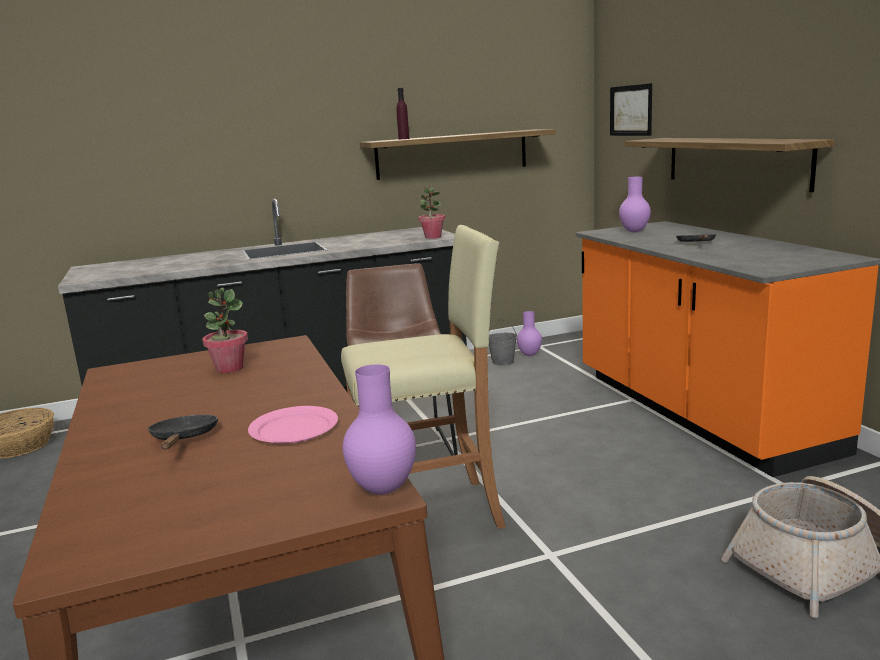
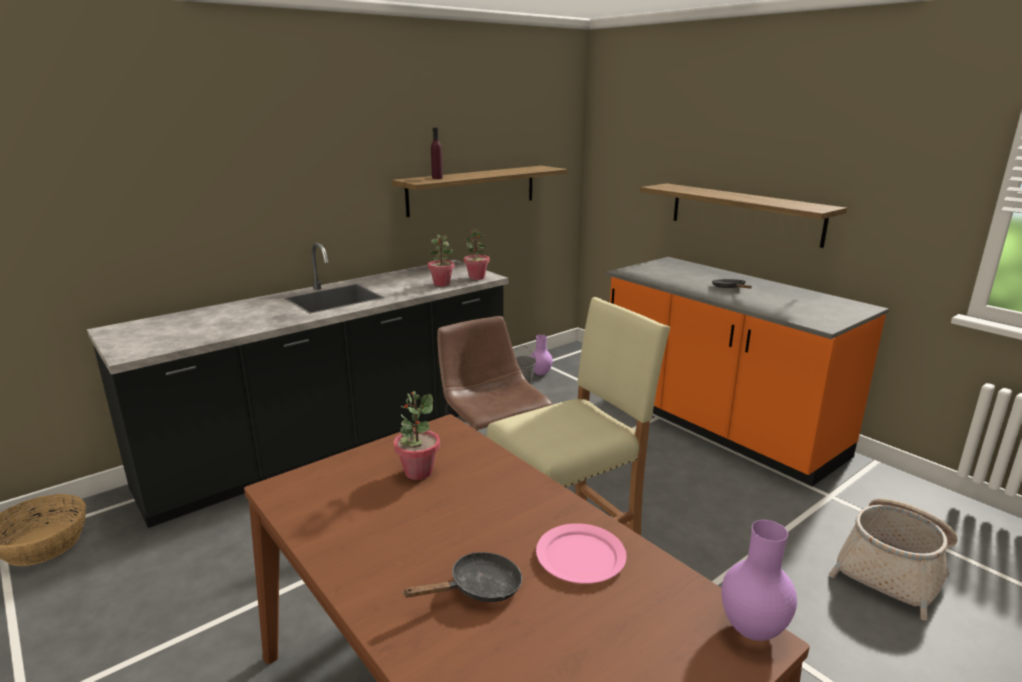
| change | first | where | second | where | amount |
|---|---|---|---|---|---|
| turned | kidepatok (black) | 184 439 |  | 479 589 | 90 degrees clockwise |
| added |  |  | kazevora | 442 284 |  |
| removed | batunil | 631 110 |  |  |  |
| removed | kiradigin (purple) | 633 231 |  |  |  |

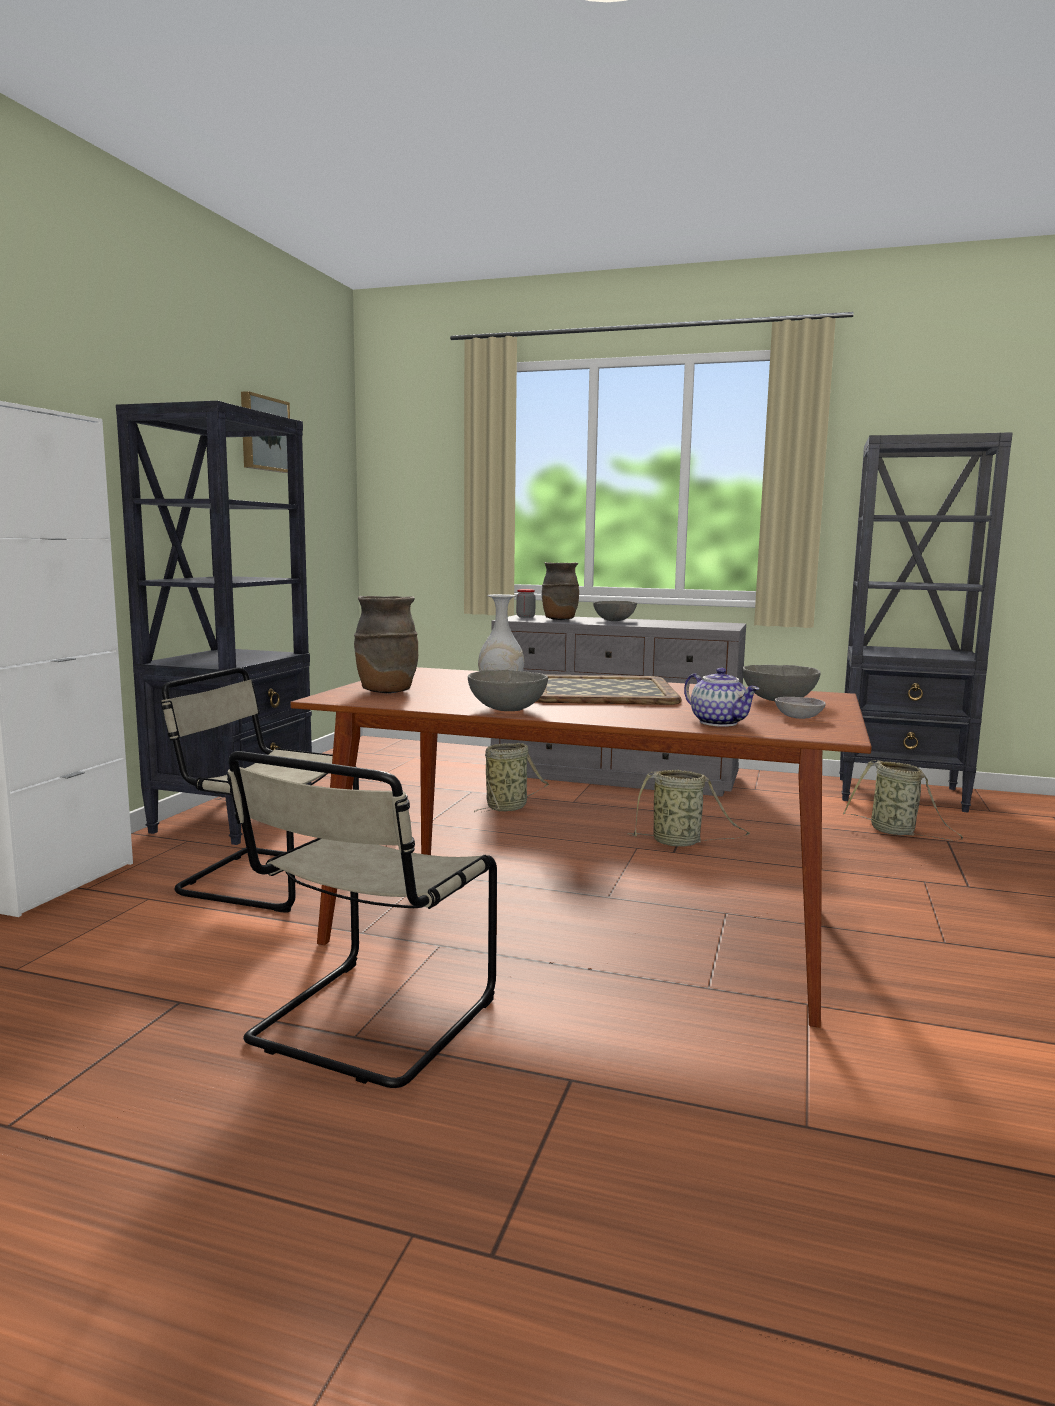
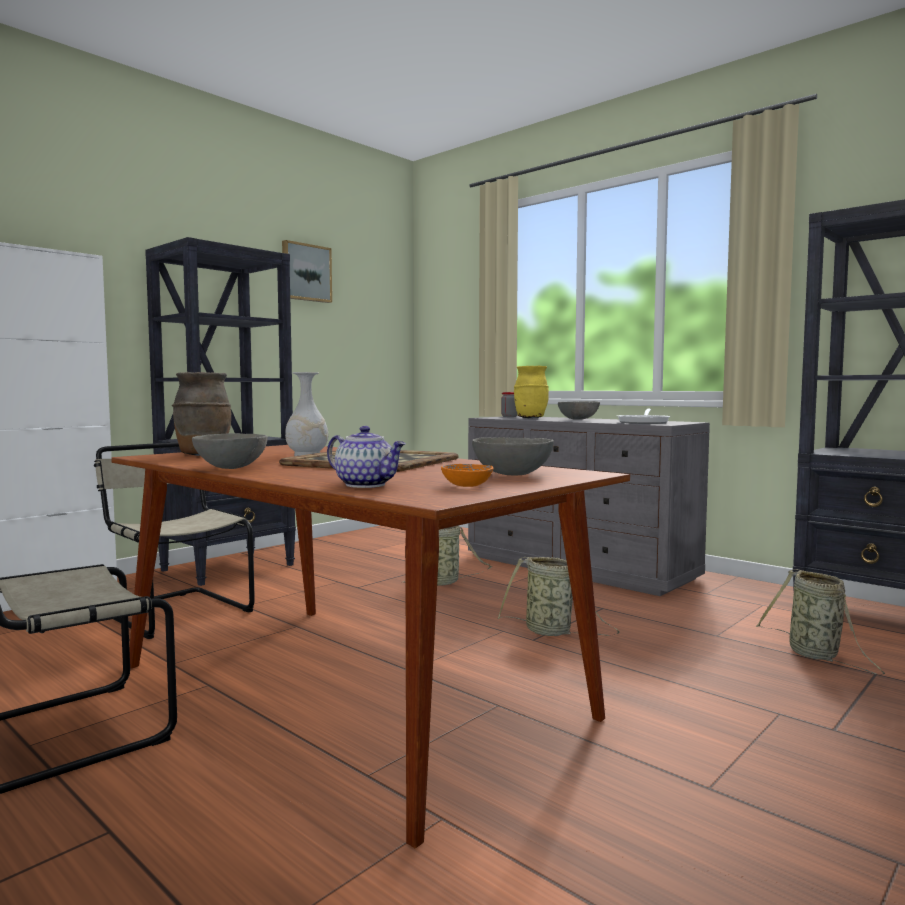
| change | first | where | second | where | amount |
|---|---|---|---|---|---|
| turned | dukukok | 720 722 |  | 367 485 | 45 degrees counterclockwise |
| recoloured | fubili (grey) | 798 717 | fubili (orange) | 467 486 |  |
| recoloured | kiradigin (brown) | 559 619 | kiradigin (yellow) | 530 418 |  |
| added |  |  | kidepatok | 644 422 |  |

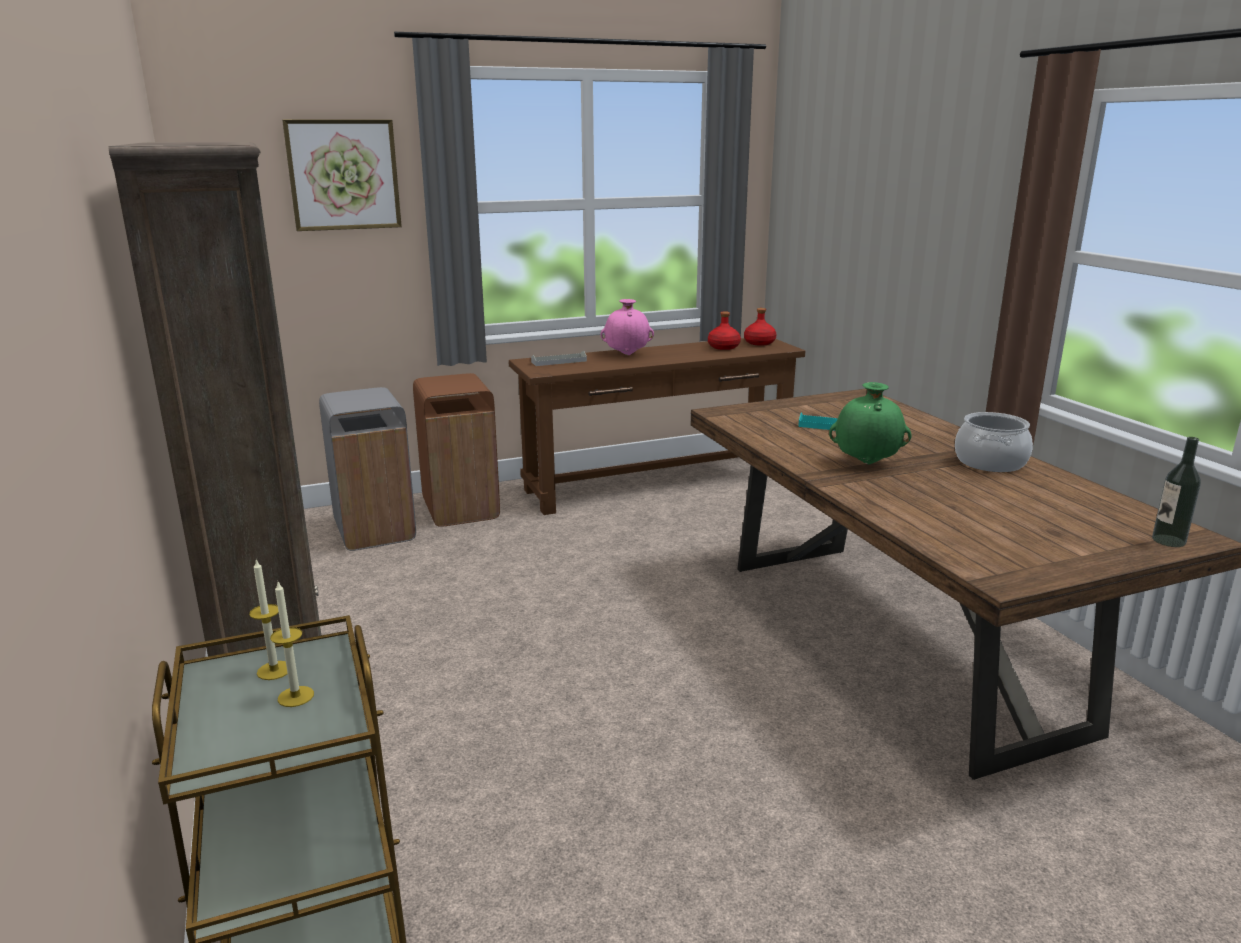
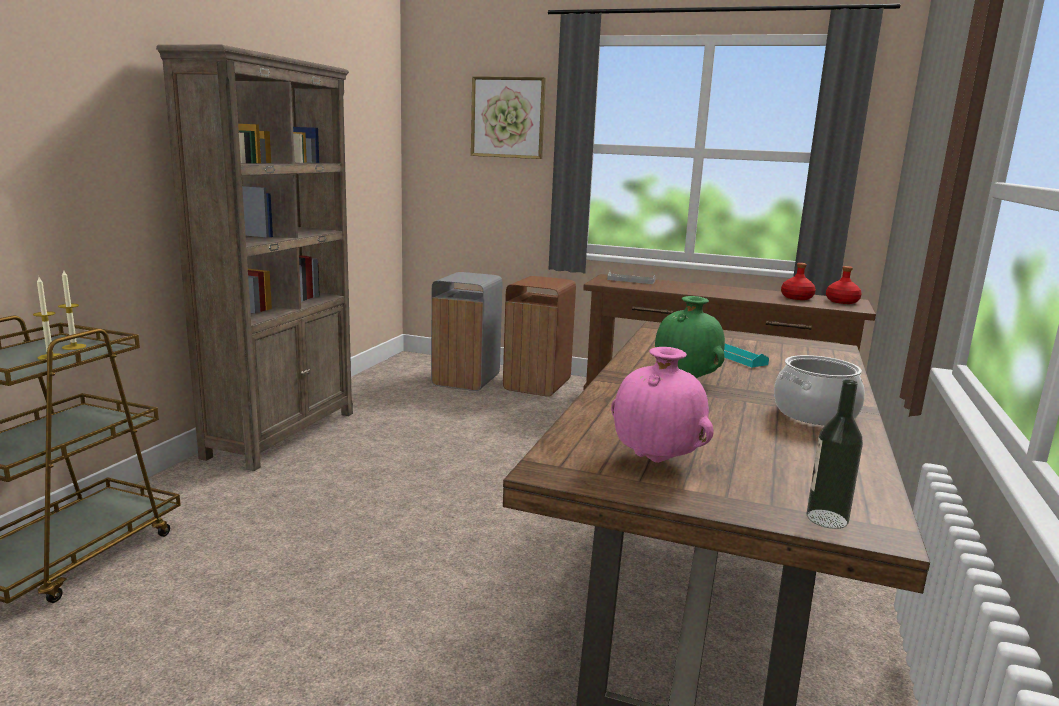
| change | first | where | second | where | amount |
|---|---|---|---|---|---|
| moved | kiradigin (pink) | 627 354 |  | 656 460 |  |

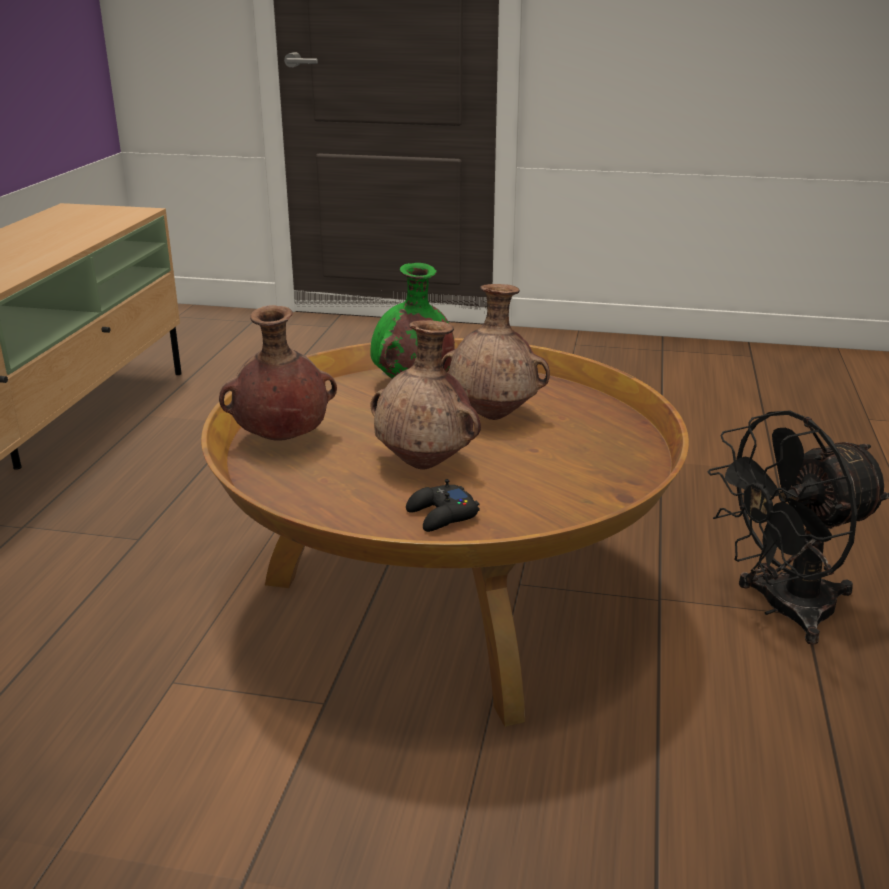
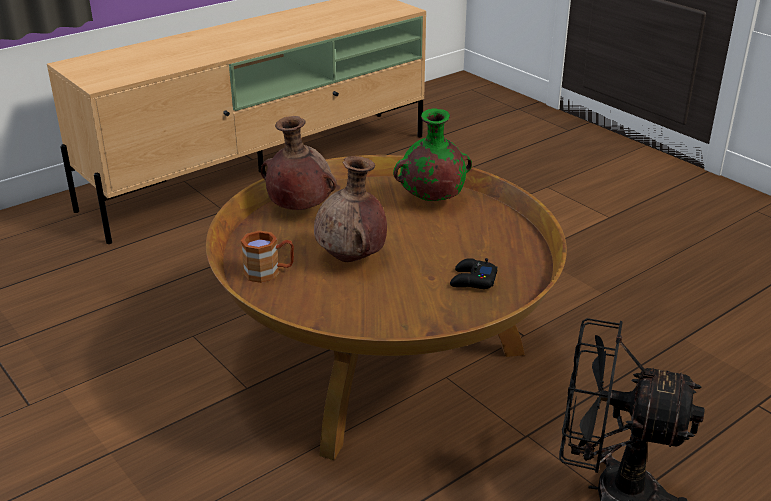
| change | first | where | second | where | amount |
|---|---|---|---|---|---|
| added |  |  | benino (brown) | 269 272 |  |
| moved | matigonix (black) | 442 515 |  | 472 280 |  |
| removed | kiradigin (brown) | 494 415 |  |  |  |

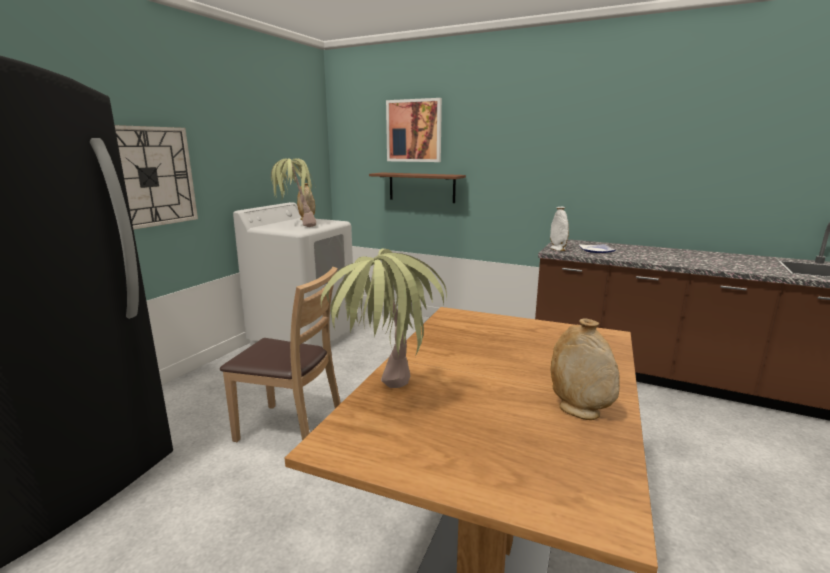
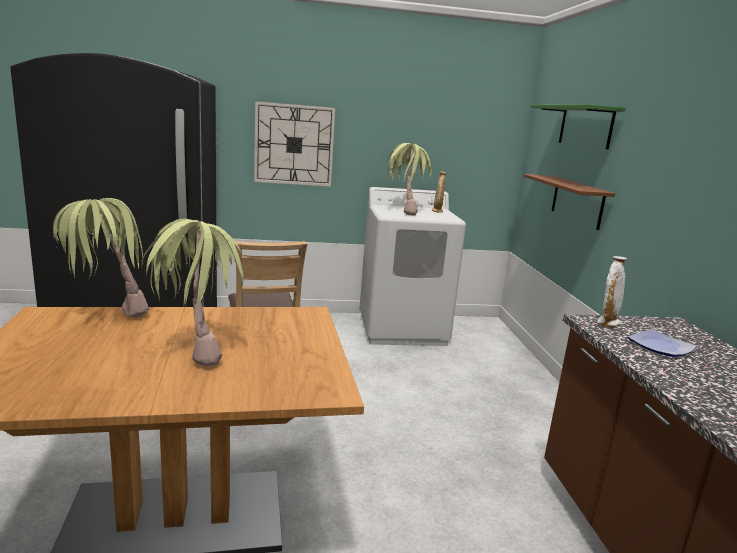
| change | first | where | second | where | amount |
|---|---|---|---|---|---|
| added |  |  | kazevora | 197 351 |  |
| replaced | batunil | 414 131 | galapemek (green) | 585 126 |  |
| removed | kiradigin (beige) | 579 411 |  |  |  |

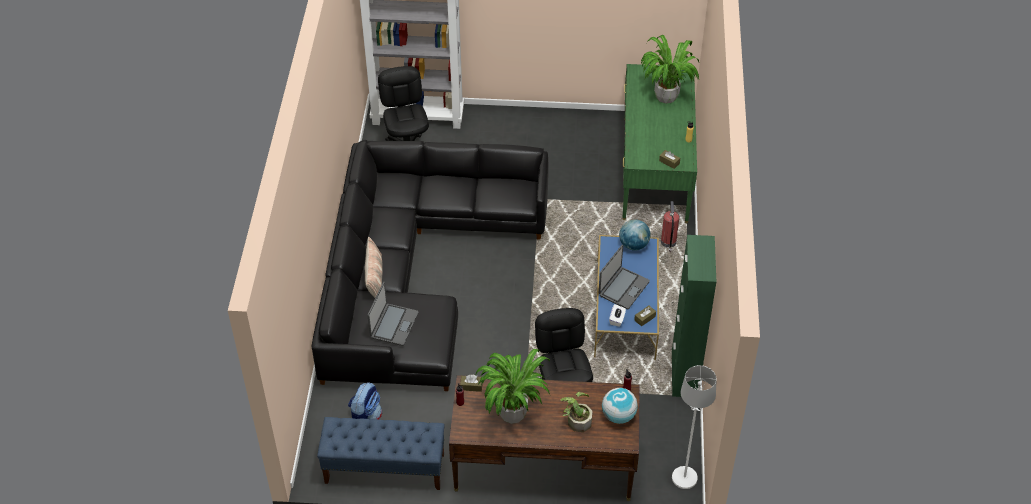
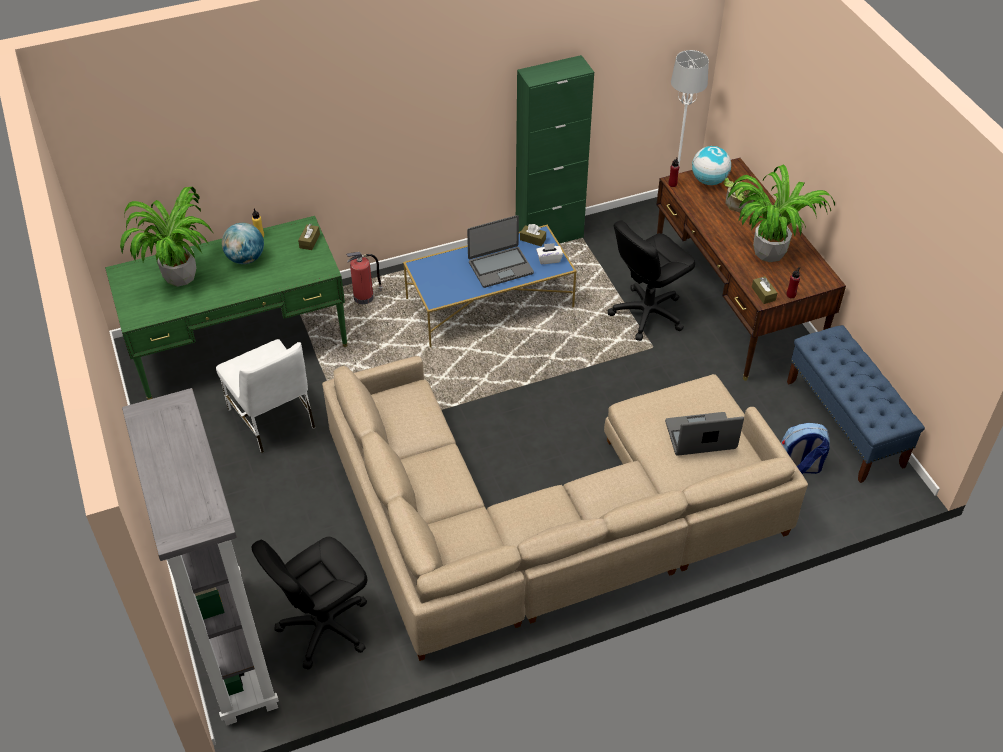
| change | first | where | second | where | amount |
|---|---|---|---|---|---|
| added |  |  | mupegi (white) | 273 419 |  |
| moved | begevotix | 634 245 |  | 245 258 |  |
| recoloured | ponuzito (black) | 413 270 | ponuzito (beige) | 549 520 |  |
| turned | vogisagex | 623 288 |  | 500 267 | 150 degrees clockwise |
| removed | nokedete | 374 278 |  |  |  |

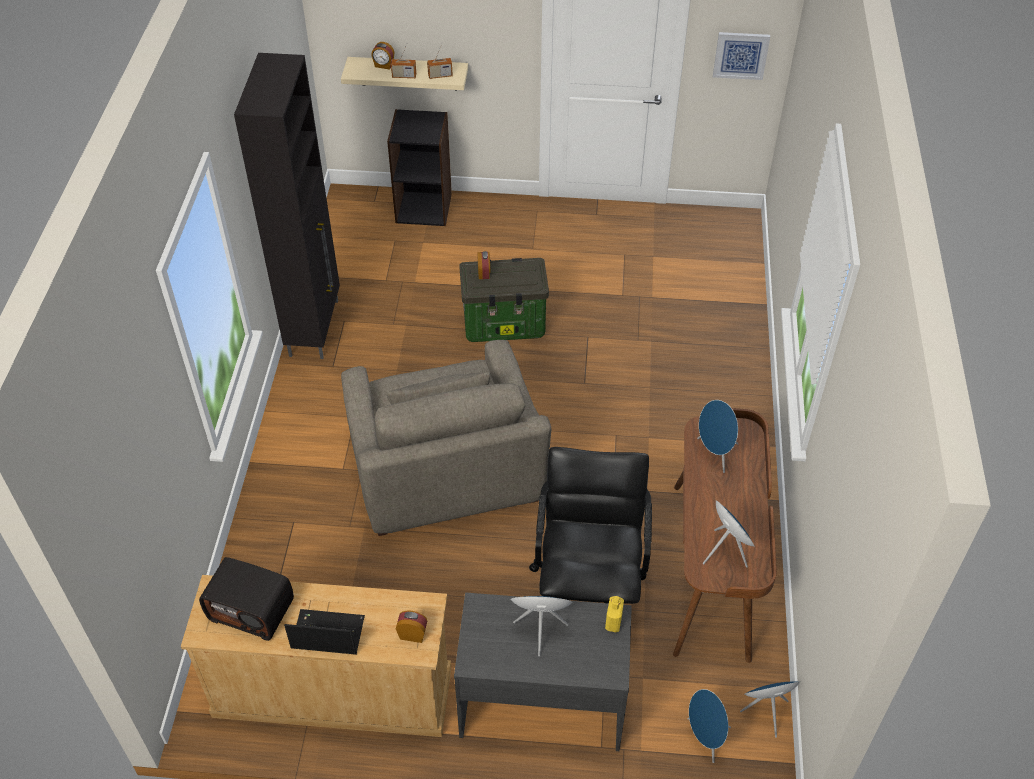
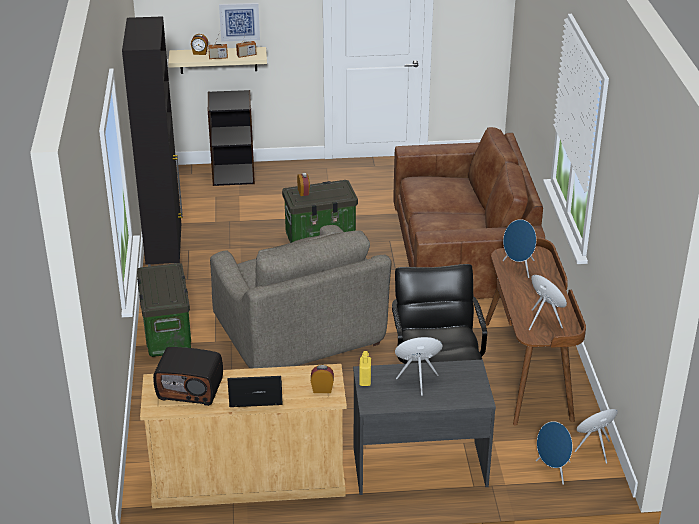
| change | first | where | second | where | amount |
|---|---|---|---|---|---|
| added |  |  | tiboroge | 166 335 |  |
| moved | batunil | 740 55 |  | 239 21 |  |
| moved | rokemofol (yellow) | 613 622 |  | 365 381 |  |
| added |  |  | ponuzito (brown) | 463 249 |  |

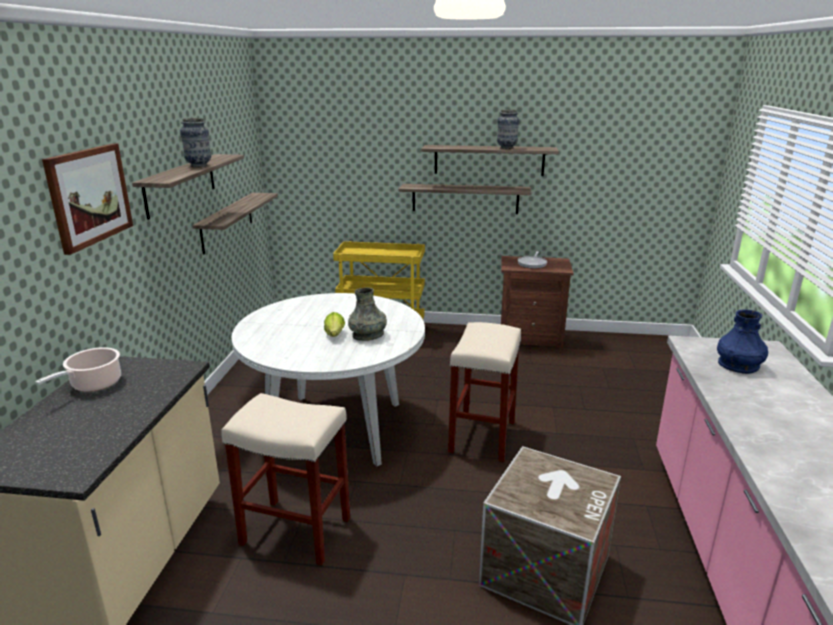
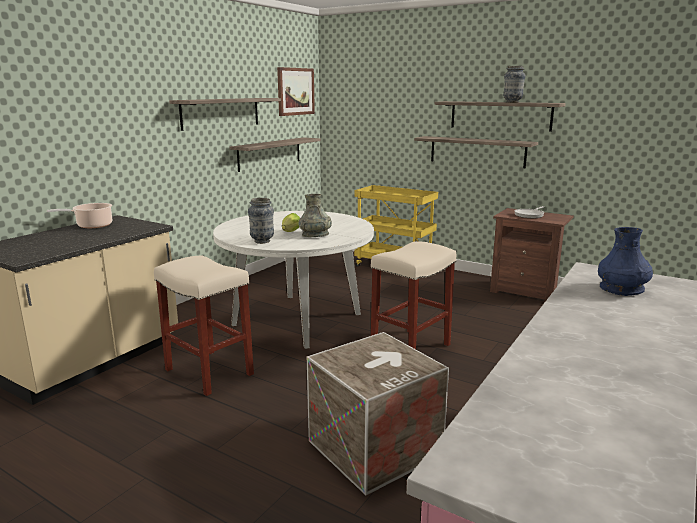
| change | first | where | second | where | amount |
|---|---|---|---|---|---|
| moved | kiradigin | 199 166 |  | 262 241 |  |
| moved | batunil | 89 196 |  | 295 91 |  |

